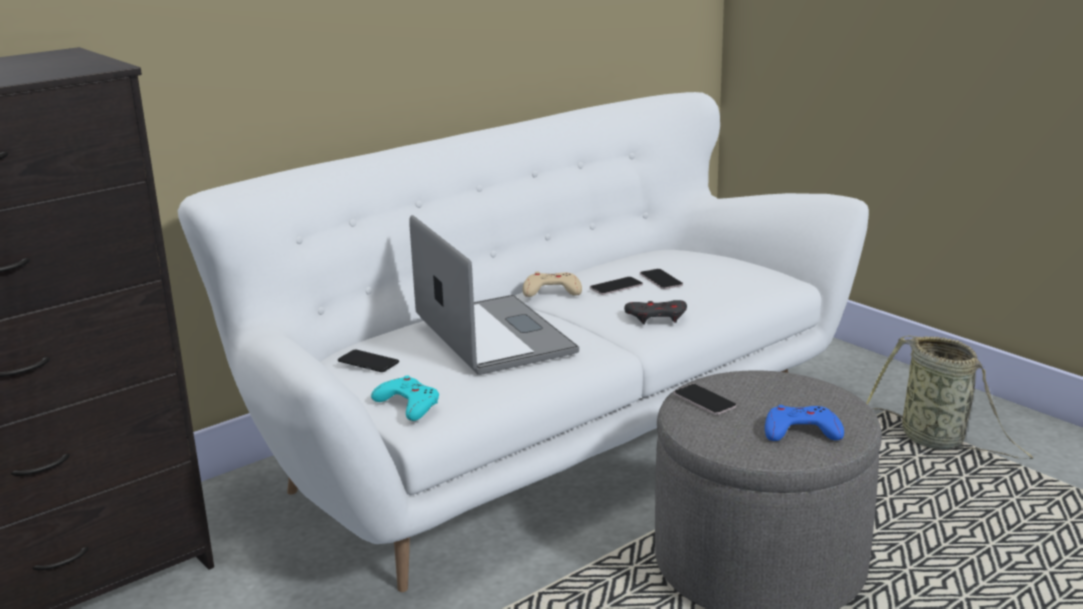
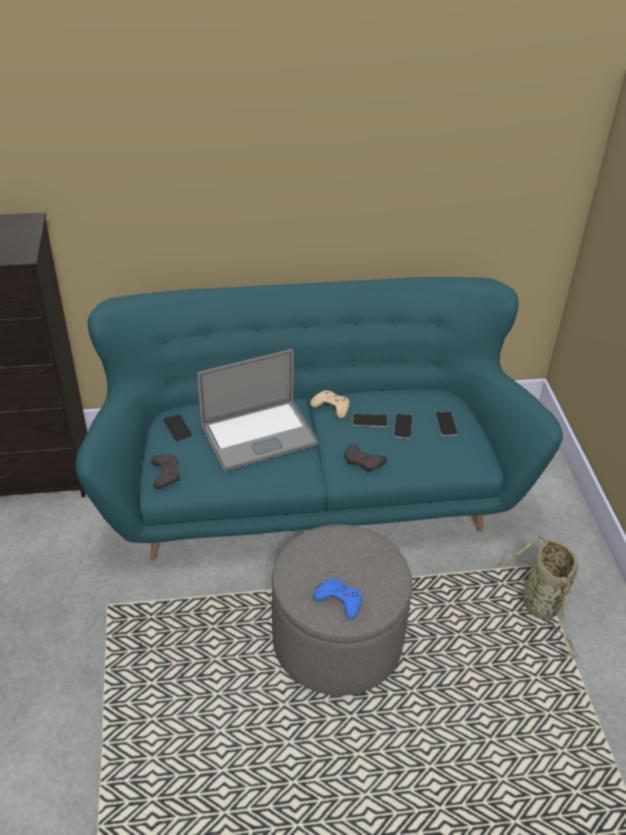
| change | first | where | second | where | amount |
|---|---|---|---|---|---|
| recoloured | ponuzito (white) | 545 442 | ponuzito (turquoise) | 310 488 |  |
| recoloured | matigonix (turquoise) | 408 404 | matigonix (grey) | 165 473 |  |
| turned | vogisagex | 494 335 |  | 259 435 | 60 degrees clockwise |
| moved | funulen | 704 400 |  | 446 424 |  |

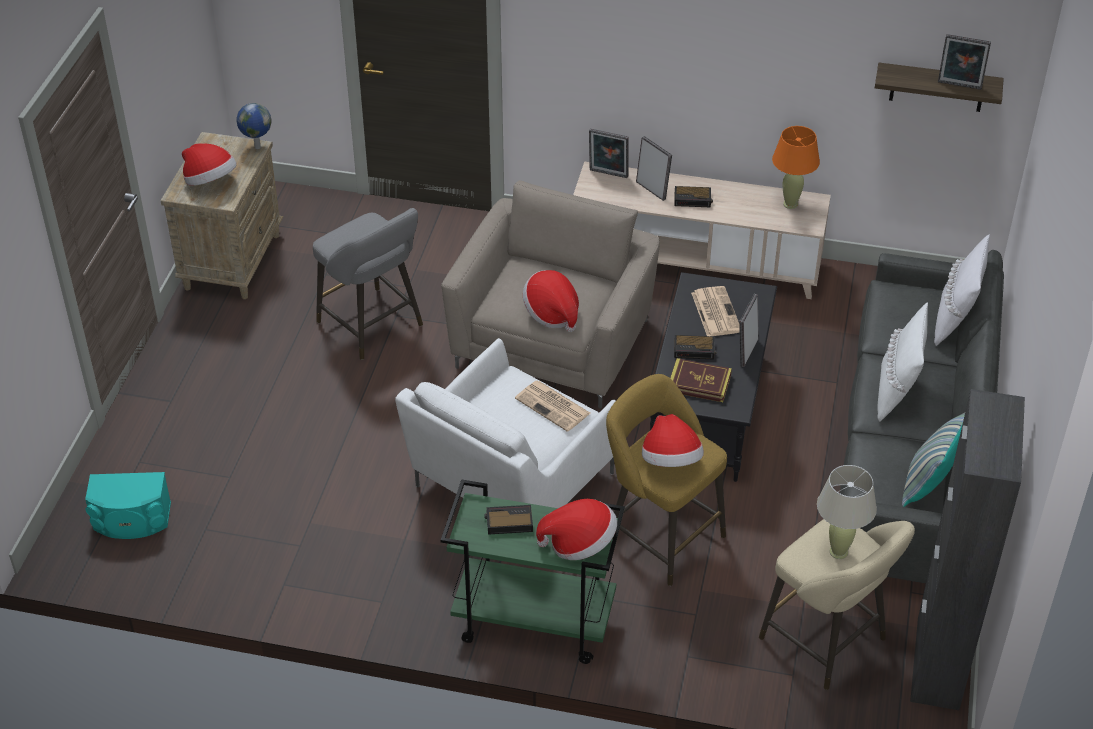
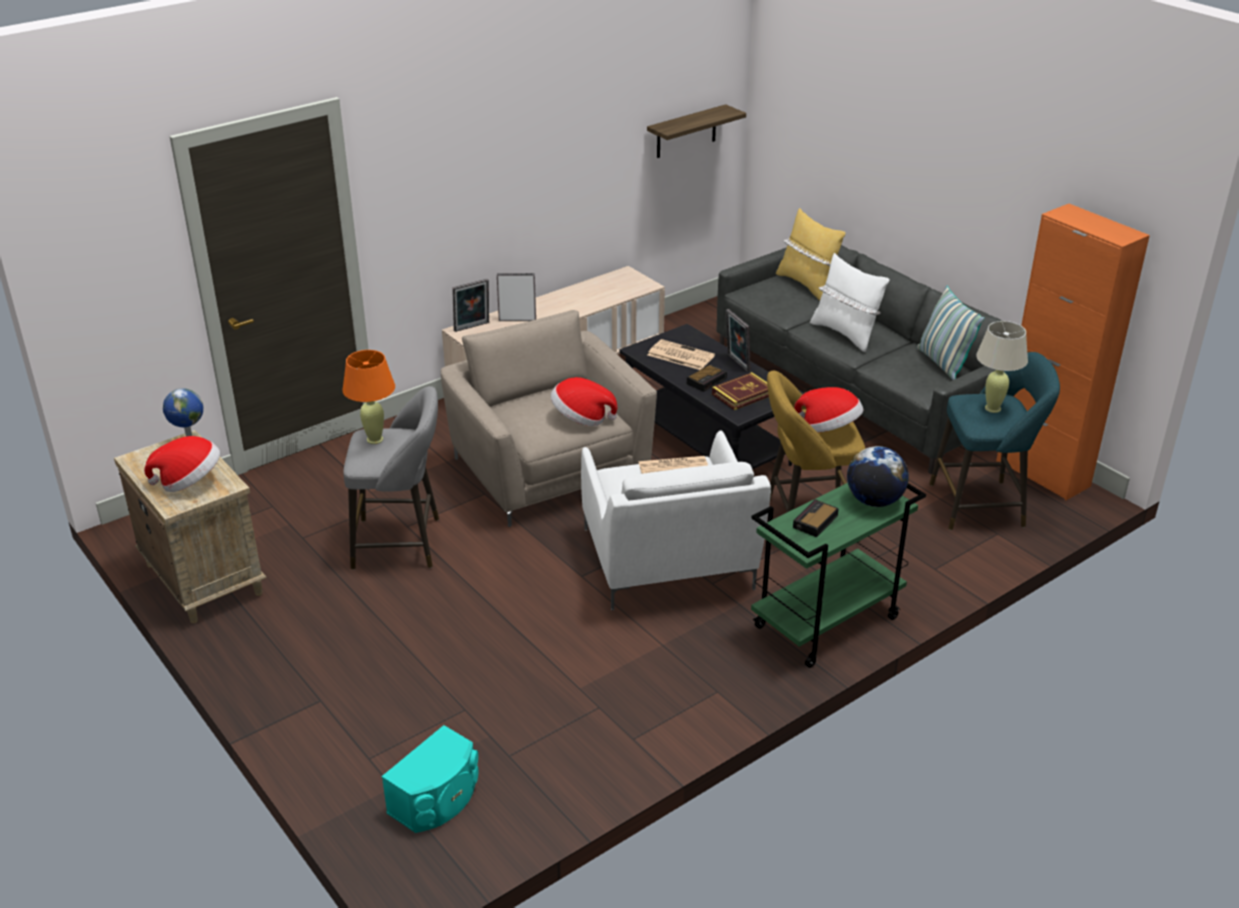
| change | first | where | second | where | amount |
|---|---|---|---|---|---|
| moved | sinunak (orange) | 790 204 |  | 374 439 |  |
| recoloured | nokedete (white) | 955 320 | nokedete (yellow) | 807 285 |  |
| replaced | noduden | 579 543 | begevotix | 874 501 |  |
| recoloured | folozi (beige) | 827 643 | folozi (turquoise) | 982 505 |  |
| recoloured | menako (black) | 937 663 | menako (orange) | 1042 473 |  |
| removed | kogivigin | 693 199 |  |  |  |
| removed | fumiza | 959 86 |  |  |  |

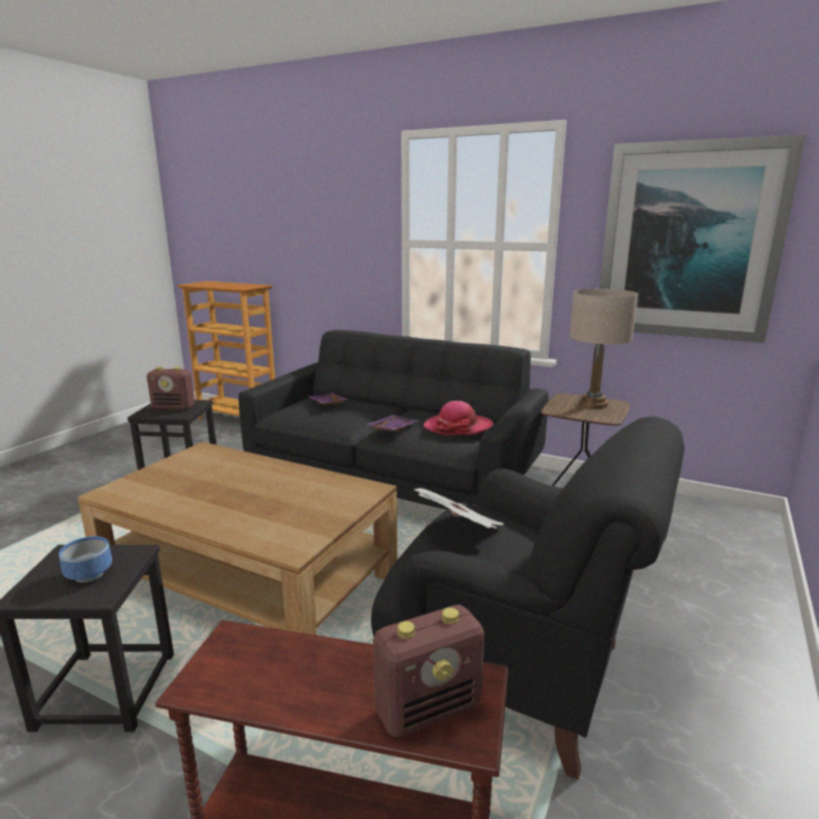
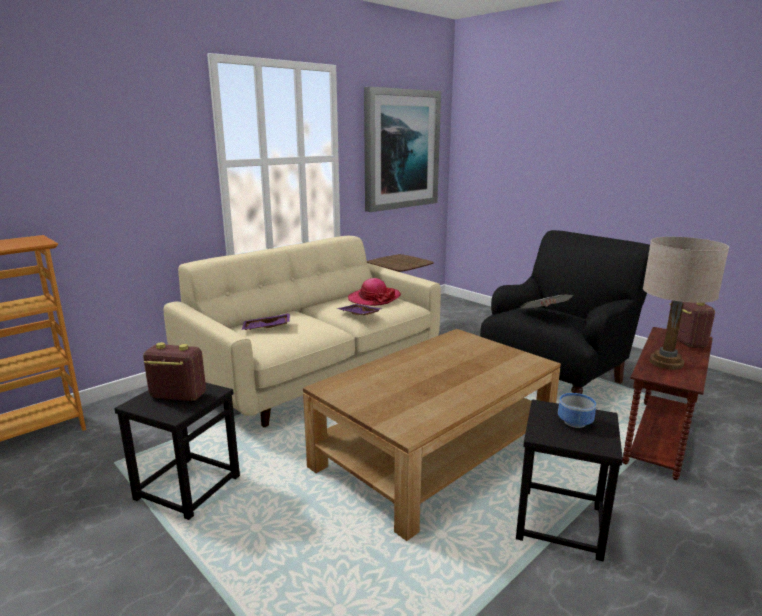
| change | first | where | second | where | amount |
|---|---|---|---|---|---|
| turned | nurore | 174 408 |  | 177 396 | 105 degrees counterclockwise |
| recoloured | ponuzito (black) | 395 481 | ponuzito (beige) | 315 373 |  |
| moved | sinunak (beige) | 593 404 |  | 666 363 |  |

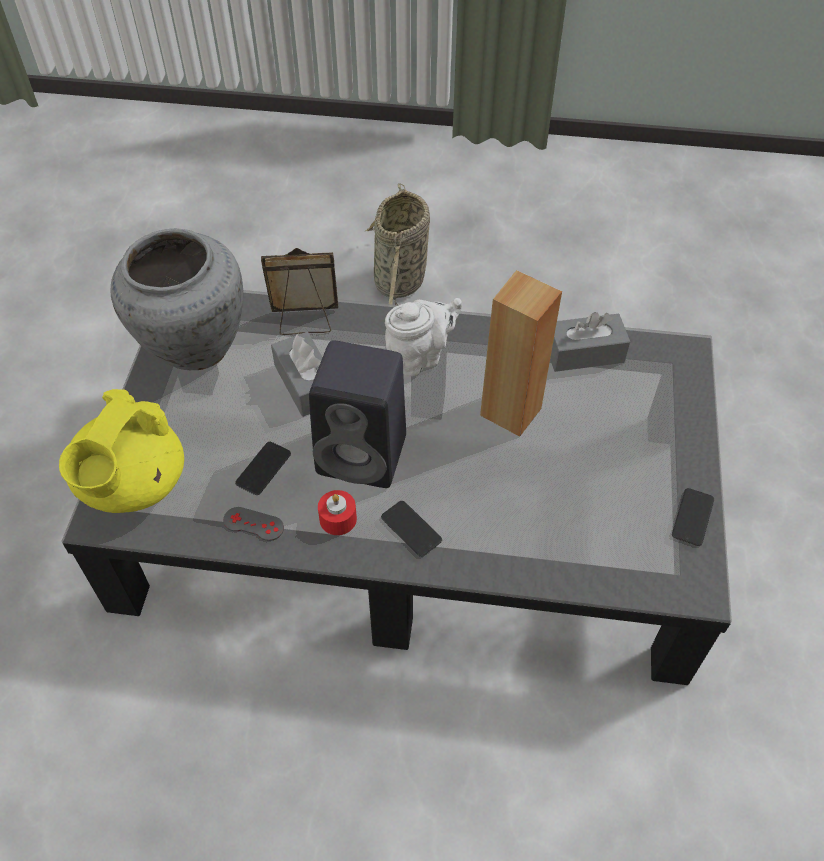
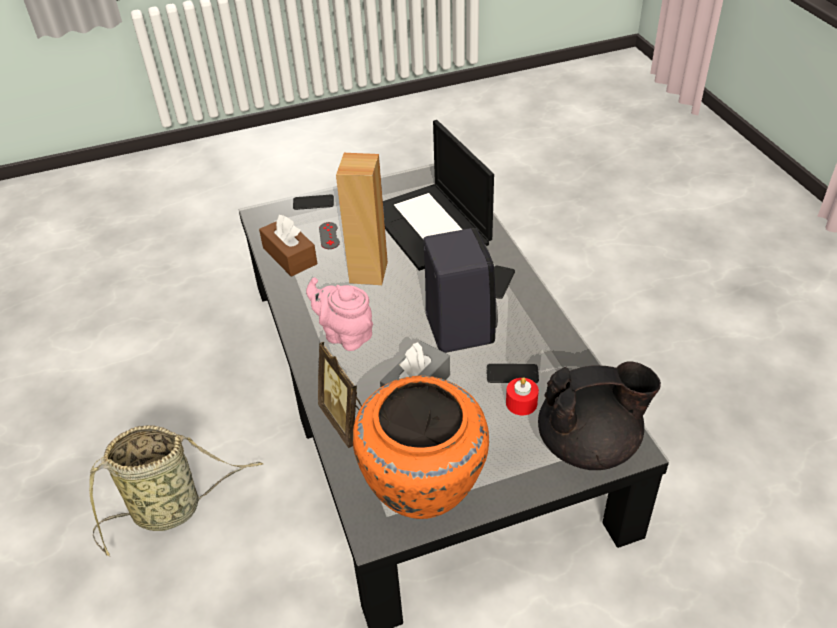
| change | first | where | second | where | amount |
|---|---|---|---|---|---|
| recoloured | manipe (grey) | 584 353 | manipe (brown) | 290 256 |  |
| moved | funulen | 692 517 |  | 313 203 |  |
| recoloured | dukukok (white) | 420 357 | dukukok (pink) | 345 335 |  |
| moved | matigonix (grey) | 253 524 |  | 329 236 |  |
| recoloured | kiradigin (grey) | 191 343 | kiradigin (orange) | 423 490 |  |
| added |  |  | vogisagex | 431 226 |  |
| moved | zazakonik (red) | 338 519 |  | 521 403 |  |
| recoloured | dukukok (yellow) | 132 485 | dukukok (black) | 589 444 |  |

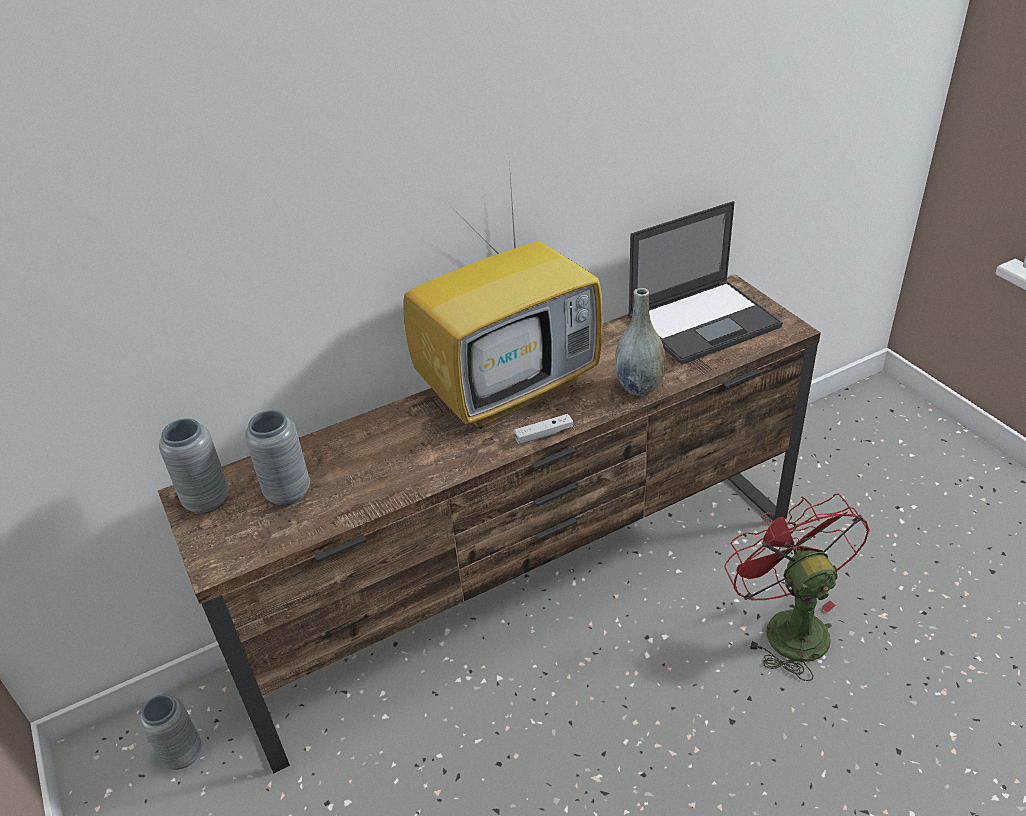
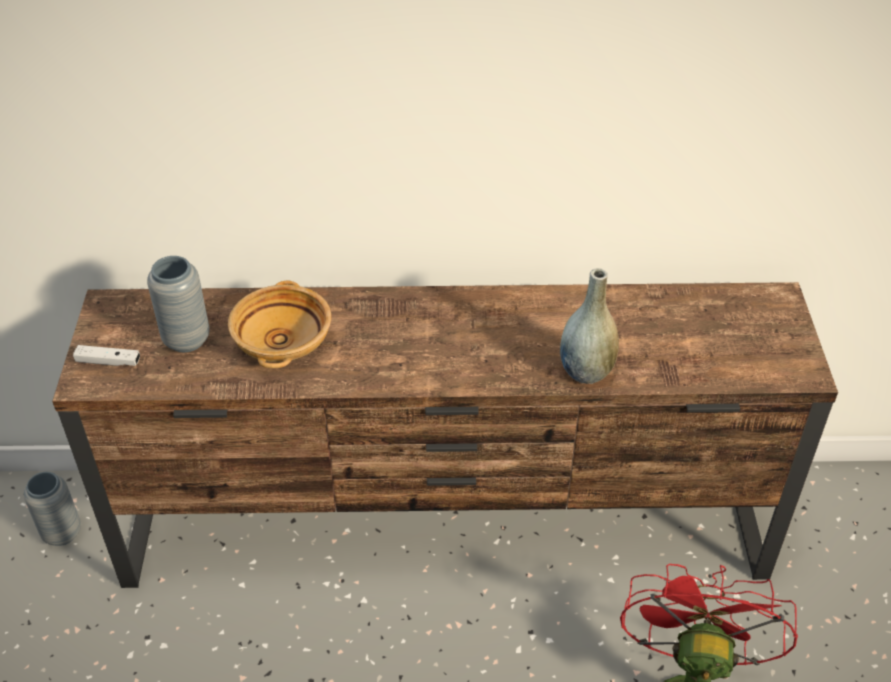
| change | first | where | second | where | amount |
|---|---|---|---|---|---|
| moved | matigonix (white) | 544 434 |  | 108 362 |  |
| added |  |  | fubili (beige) | 283 342 |  |
| removed | kiradigin (grey) | 207 501 |  |  |  |
| removed | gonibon | 511 387 |  |  |  |
| removed | vogisagex | 704 321 |  |  |  |

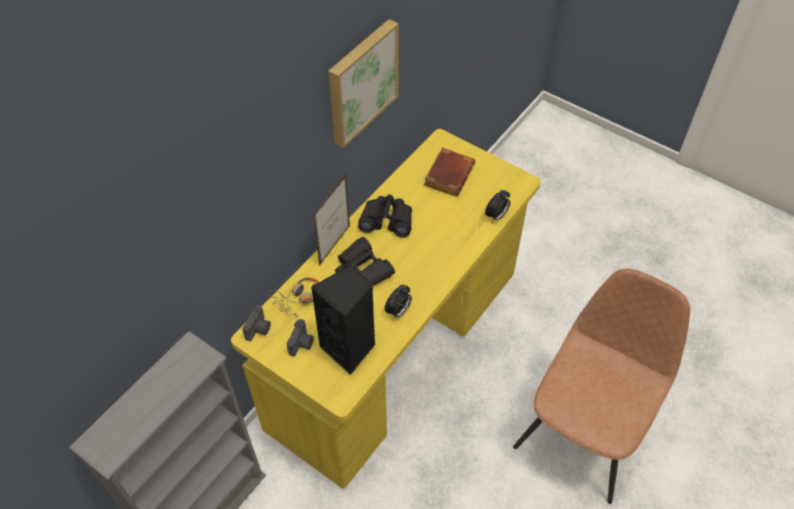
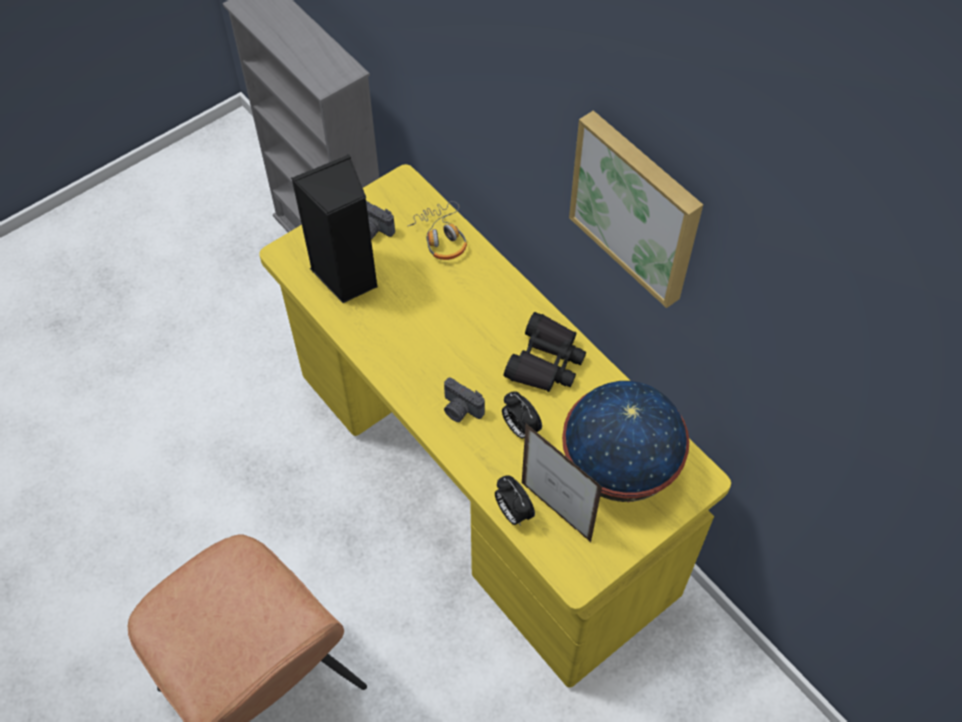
| change | first | where | second | where | amount |
|---|---|---|---|---|---|
| moved | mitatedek | 259 329 |  | 460 410 |  |
| moved | kogivigin | 398 311 |  | 520 428 |  |
| moved | fumiza | 335 245 |  | 556 512 |  |
| replaced | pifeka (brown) | 448 174 | begevotix | 620 467 |  |
| removed | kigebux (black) | 362 270 |  |  |  |

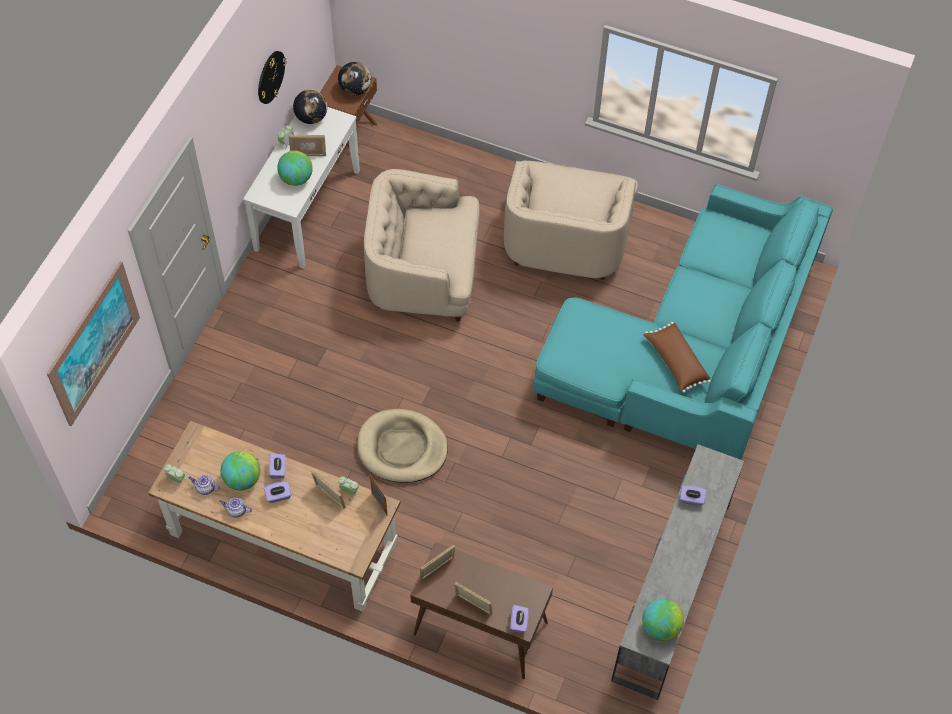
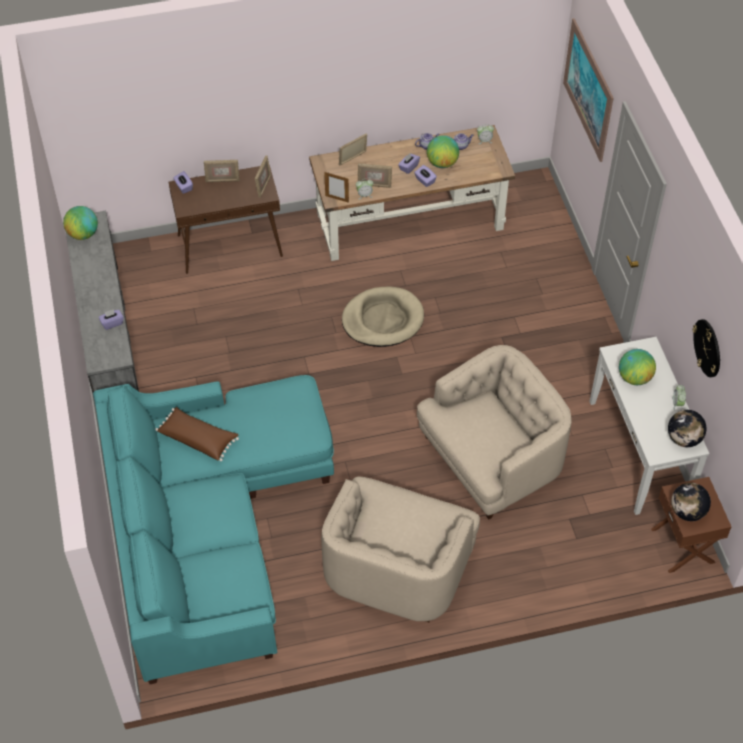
| change | first | where | second | where | amount |
|---|---|---|---|---|---|
| turned | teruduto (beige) | 566 239 |  | 397 568 | 135 degrees counterclockwise |
| moved | fumiza | 308 154 |  | 353 159 |  |

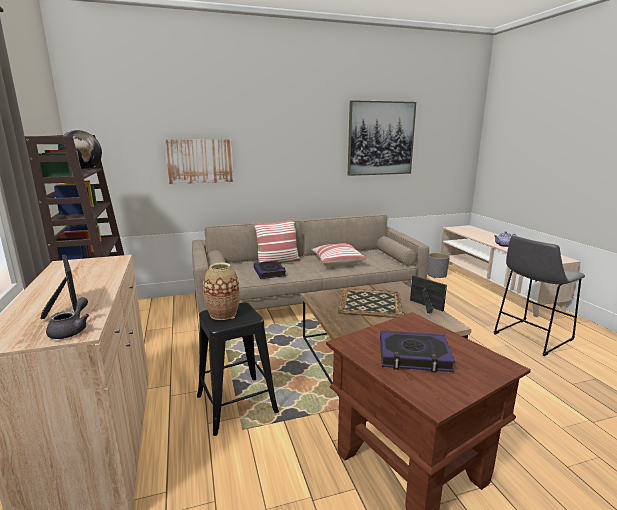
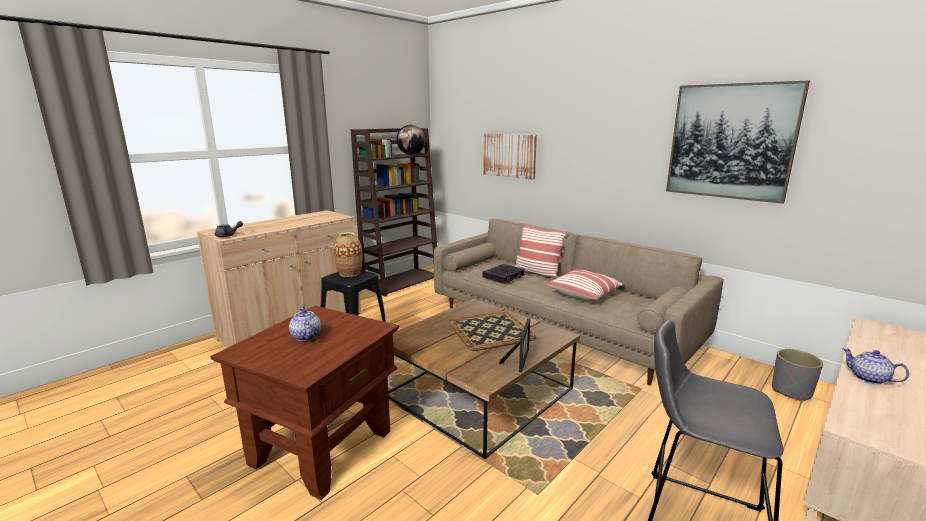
| change | first | where | second | where | amount |
|---|---|---|---|---|---|
| replaced | pifeka | 414 356 | dukukok | 305 336 |  |
| removed | fumiza | 67 307 |  |  |  |

